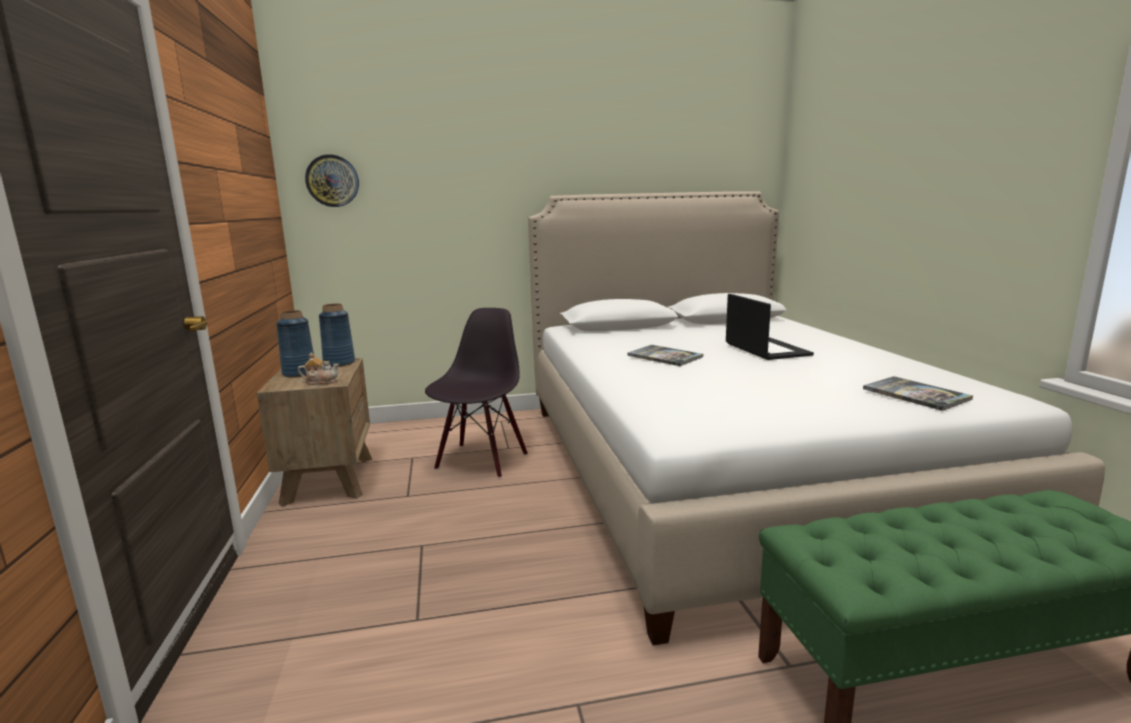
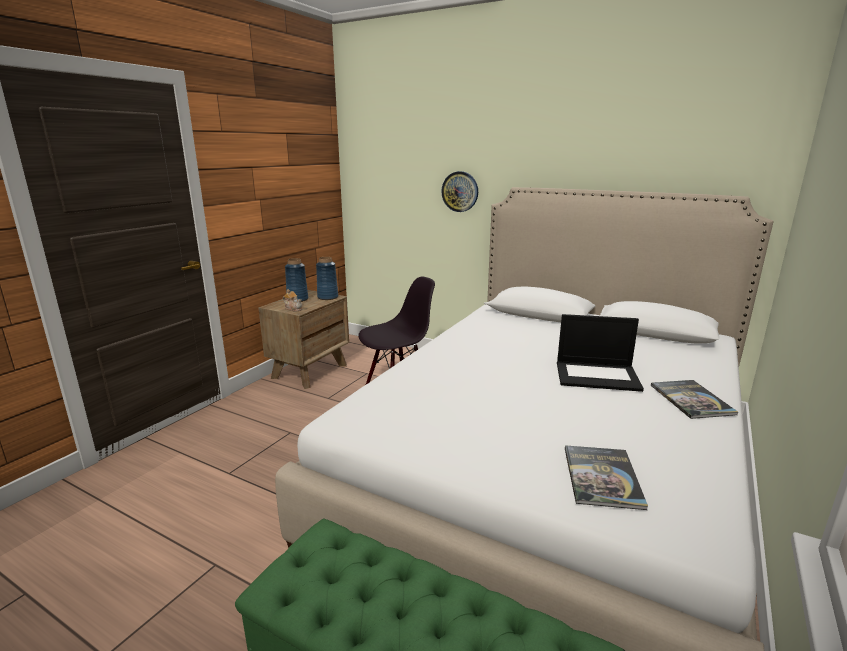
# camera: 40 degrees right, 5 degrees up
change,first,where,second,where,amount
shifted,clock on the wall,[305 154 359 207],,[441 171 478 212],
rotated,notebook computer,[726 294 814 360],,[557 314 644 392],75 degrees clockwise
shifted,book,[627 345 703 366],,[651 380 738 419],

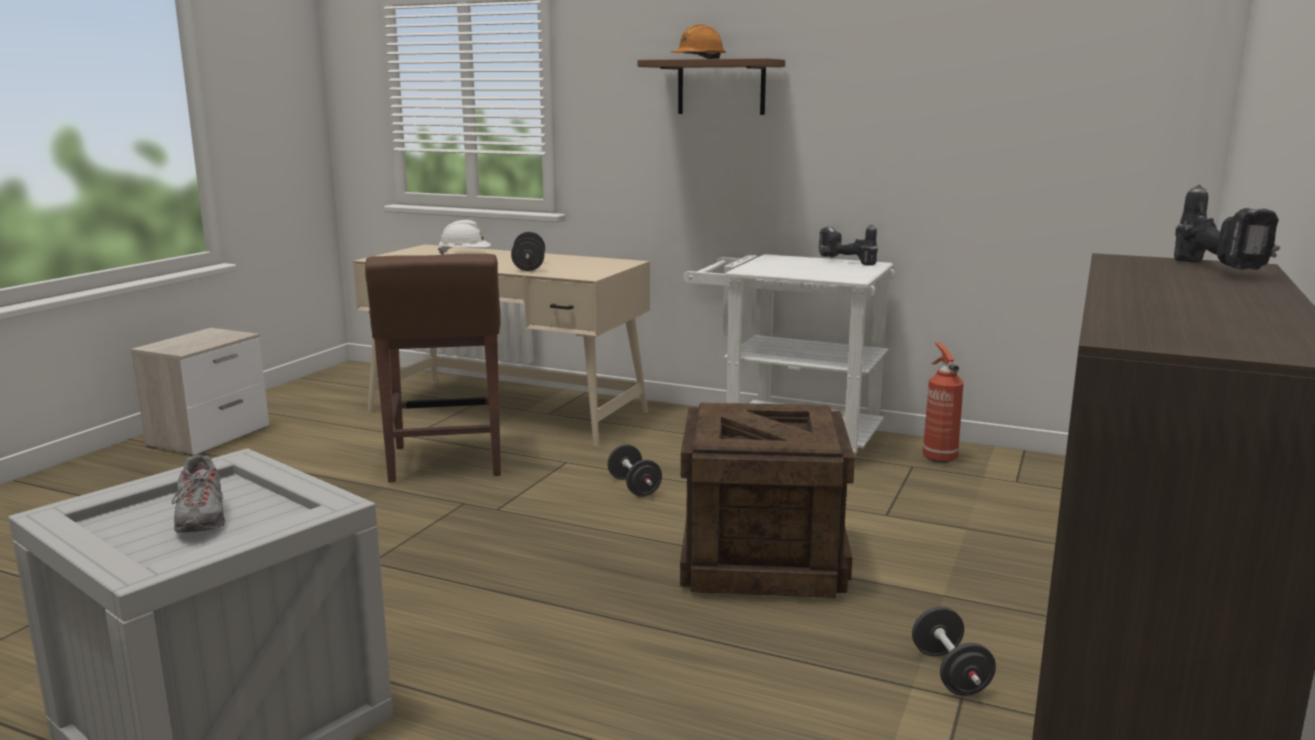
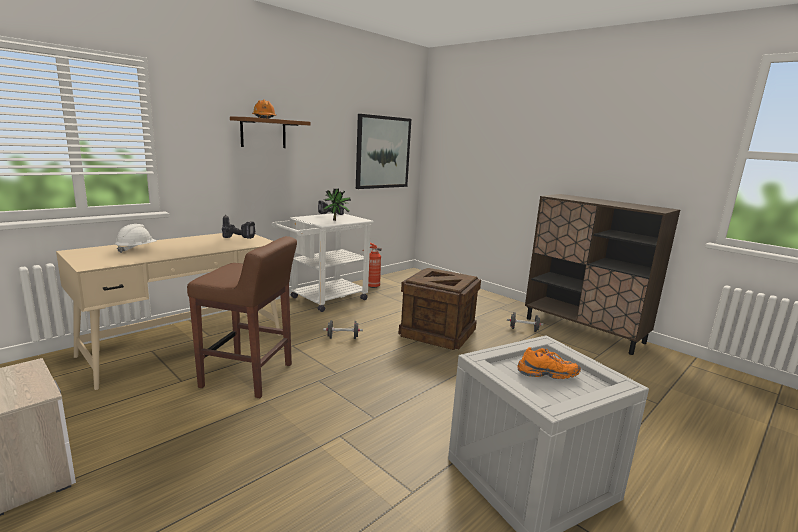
# camera: 70 degrees left, 0 degrees up
change,first,where,second,where,amount
shifted,drill,[1174 184 1280 270],,[222 215 256 239],
gone,black free weight,[511 232 545 271],,,
repainted,gray low shoe,[172 455 225 533],orange low shoe,[517 347 581 379],
new,,,picture,[356 114 411 189],
new,,,plant in a pot,[322 189 351 221],

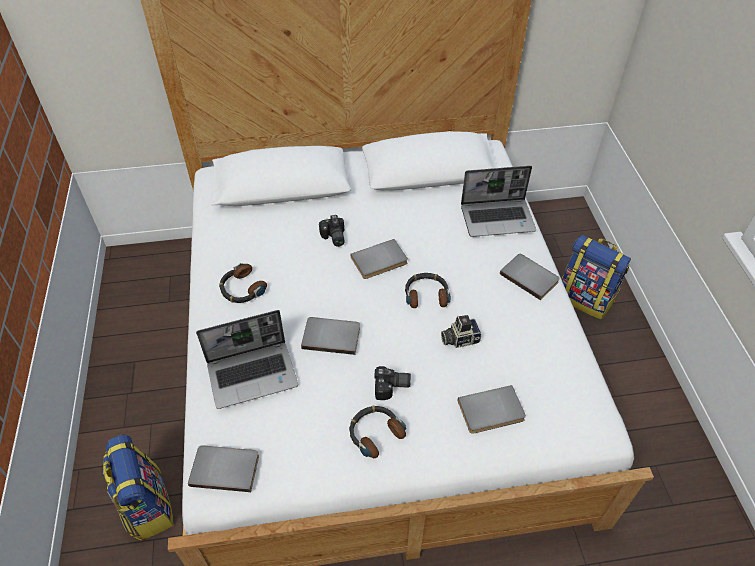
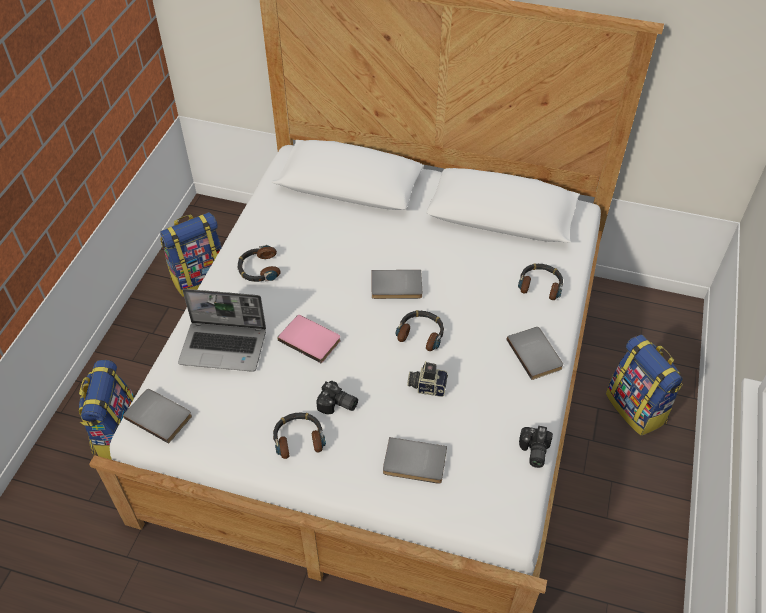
# camera: 25 degrees right, 0 degrees up
change,first,where,second,where,amount
swapped,notebook computer,[461 166 536 237],pair of headphones,[518 263 563 300],
shifted,still camera,[319 215 345 247],,[519 426 553 468],
repainted,gray book,[301 317 360 355],pinkish book,[277 315 341 364],
new,,,backpack,[160 212 222 297],

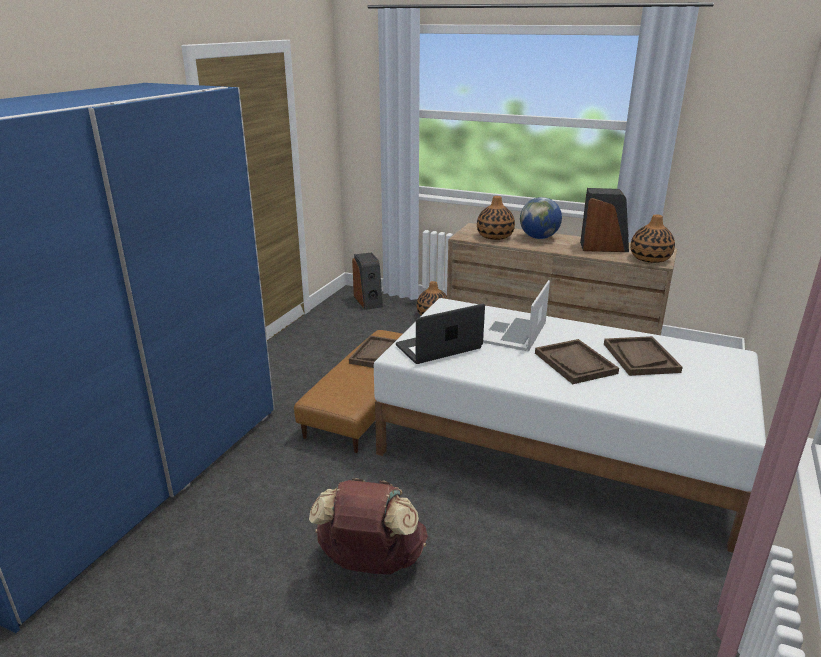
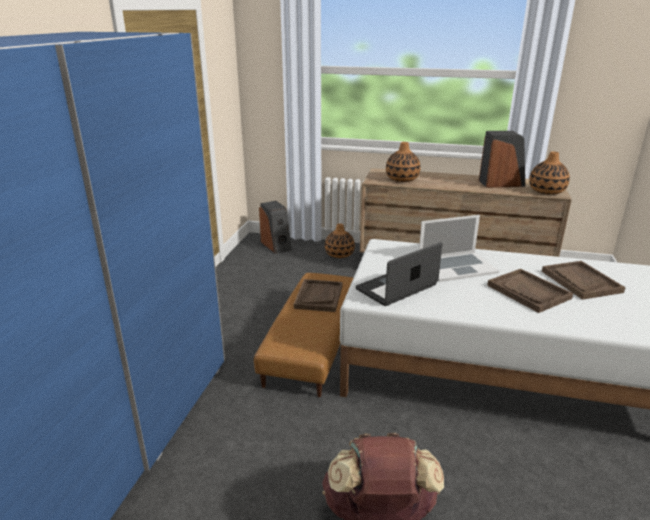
# camera: 10 degrees left, 0 degrees up
change,first,where,second,where,amount
gone,desk globe,[520 197 562 239],,,
rotated,notebook computer,[483 280 550 351],,[419 215 499 282],120 degrees counterclockwise

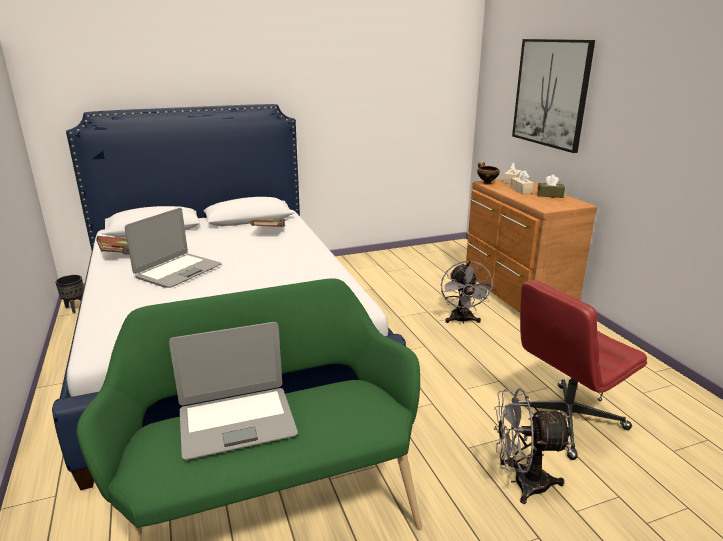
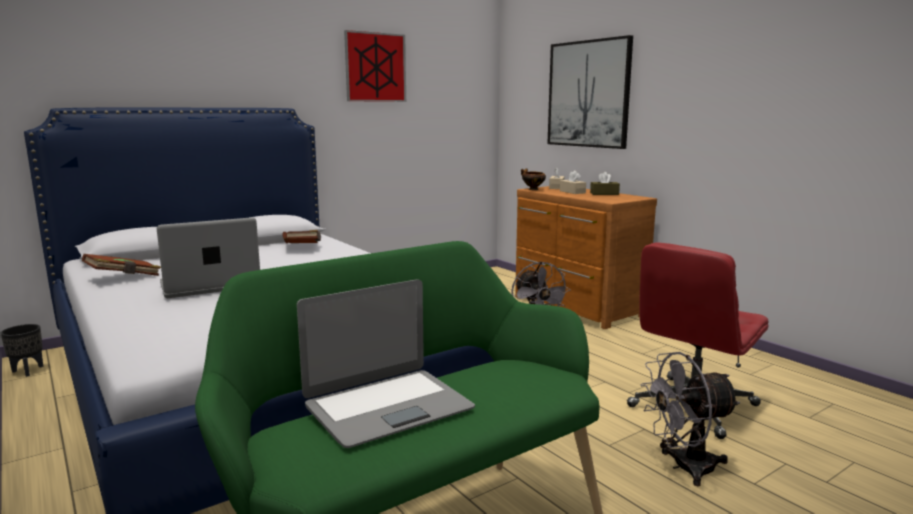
# camera: 15 degrees left, 10 degrees down
change,first,where,second,where,amount
rotated,notebook computer,[125 208 222 288],,[157 217 260 298],135 degrees counterclockwise
new,,,picture,[344 30 406 102],

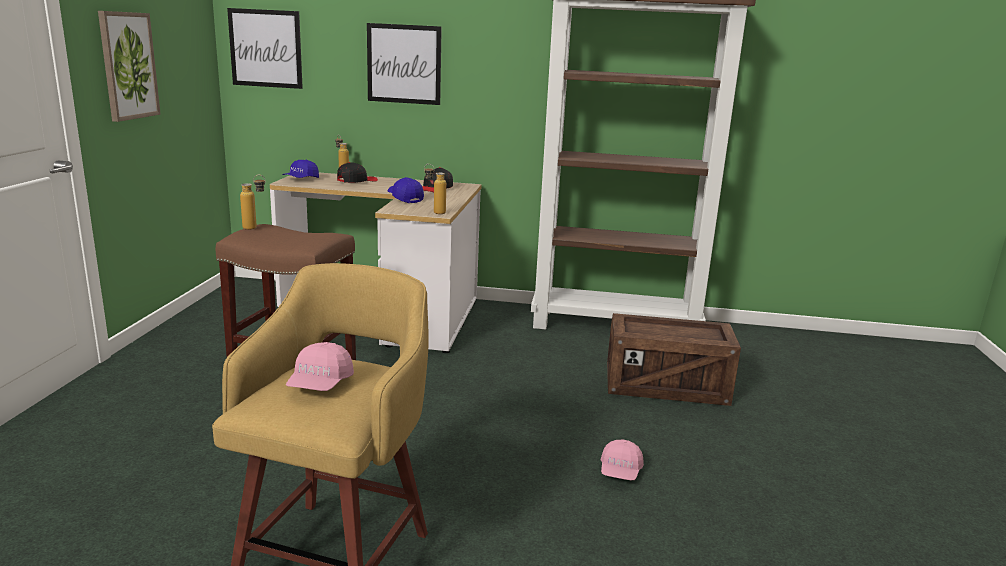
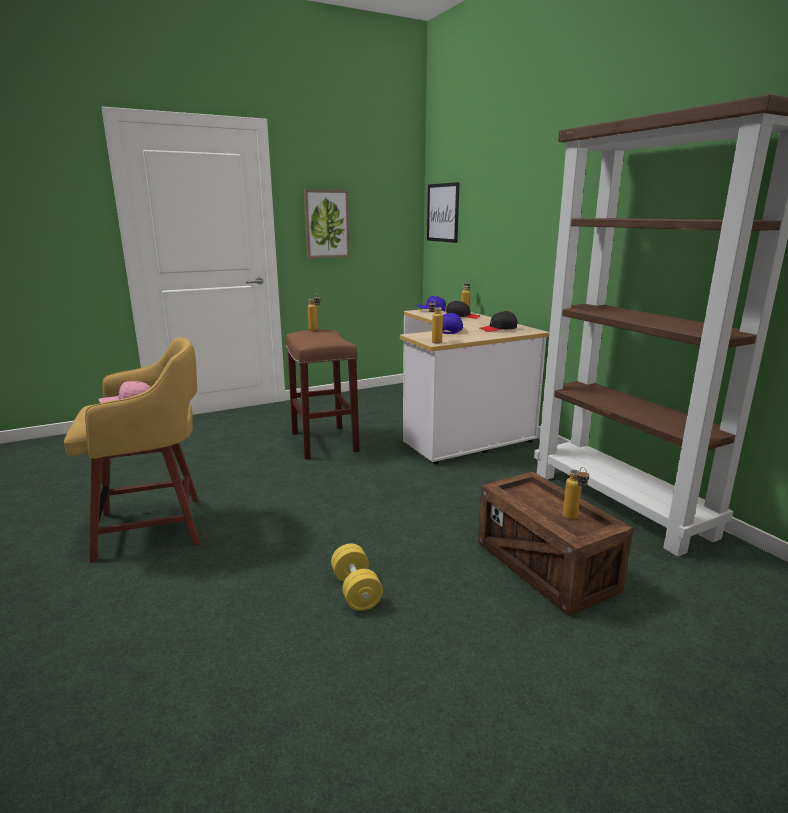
# camera: 55 degrees right, 0 degrees up
change,first,where,second,where,amount
gone,picture,[367 23 442 105],,,
swapped,pinkish baseball cap,[601 439 644 480],yellowish free weight,[331 544 383 611],
new,,,drink bottle,[563 467 589 520],

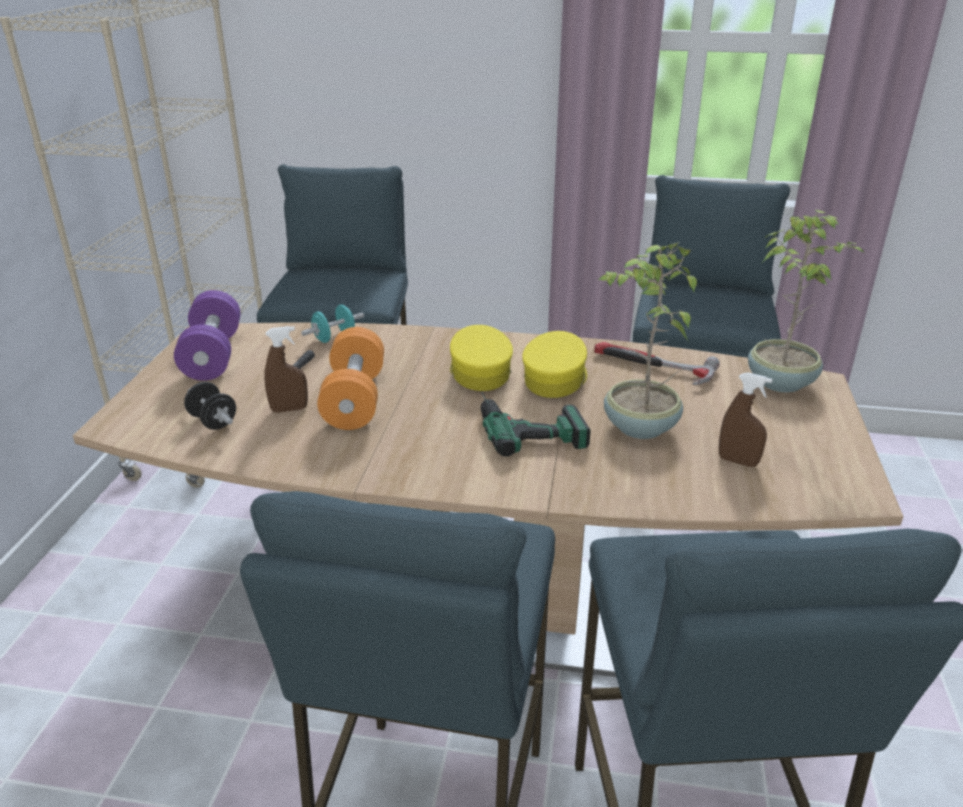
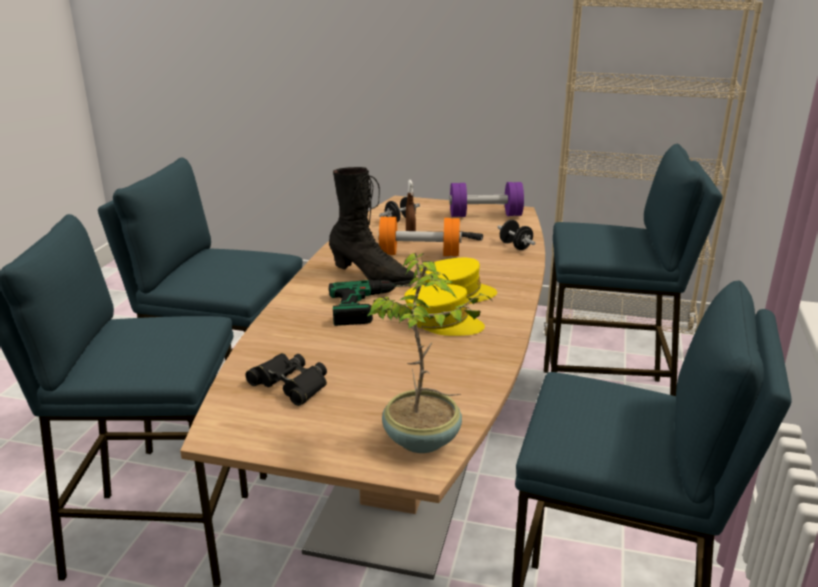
# camera: 95 degrees right, 5 degrees down
change,first,where,second,where,amount
gone,plant in a pot,[598 242 697 439],,,
repainted,turquoise-coloured free weight,[301 305 364 343],black free weight,[498 220 535 250],
gone,hammer,[594 342 720 385],,,
swapped,brown-coloured spray bottle,[719 372 773 467],black pair of binoculars,[245 353 327 406],
new,,,black high-top boot,[329 167 416 285],

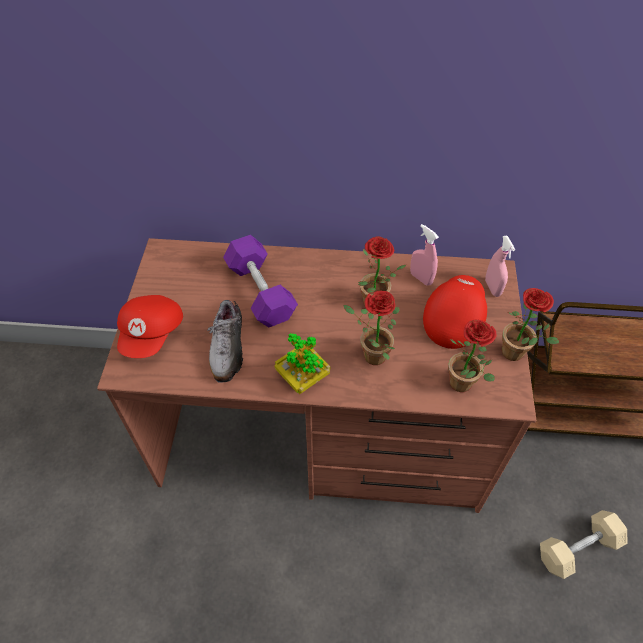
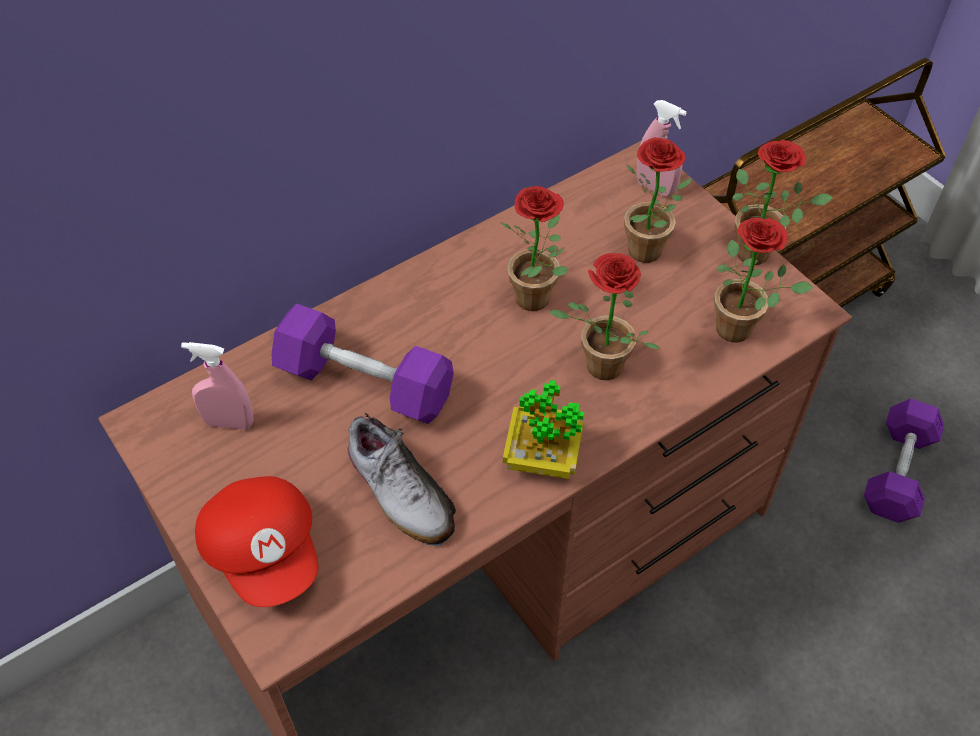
# camera: 40 degrees left, 0 degrees up
change,first,where,second,where,amount
shifted,pinkish spray bottle,[410 224 439 286],,[181 342 253 430],
swapped,red baseball cap,[423 275 487 349],plant in a pot,[624 137 692 263],
repainted,beige free weight,[540 510 627 579],purple free weight,[864 398 944 523],

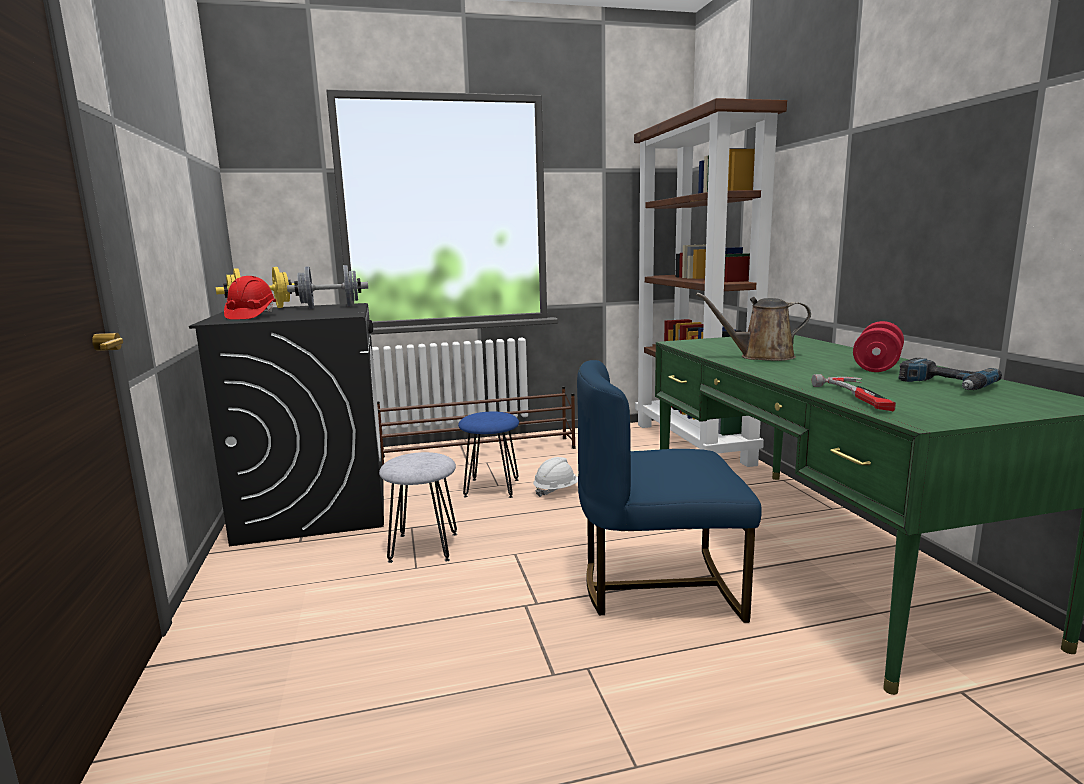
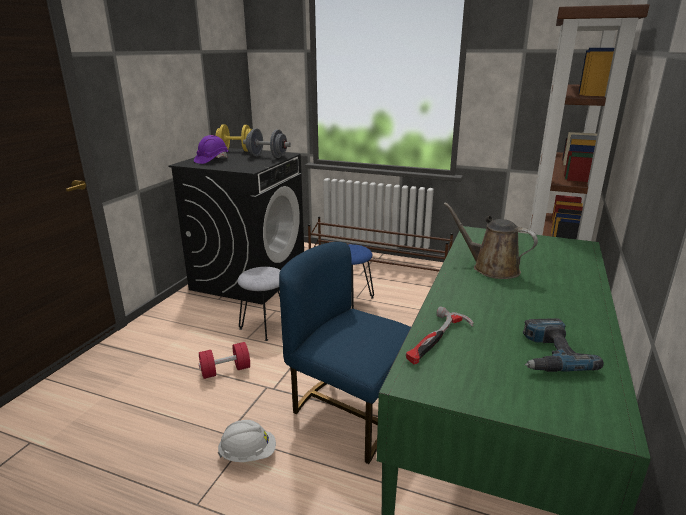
# camera: 35 degrees right, 10 degrees up
change,first,where,second,where,amount
repainted,red hard hat,[224 276 276 320],purple hard hat,[194 135 228 164],
shifted,red free weight,[853 321 904 372],,[199 342 250 379],
shifted,whitish hard hat,[533 457 578 497],,[218 420 276 462],

